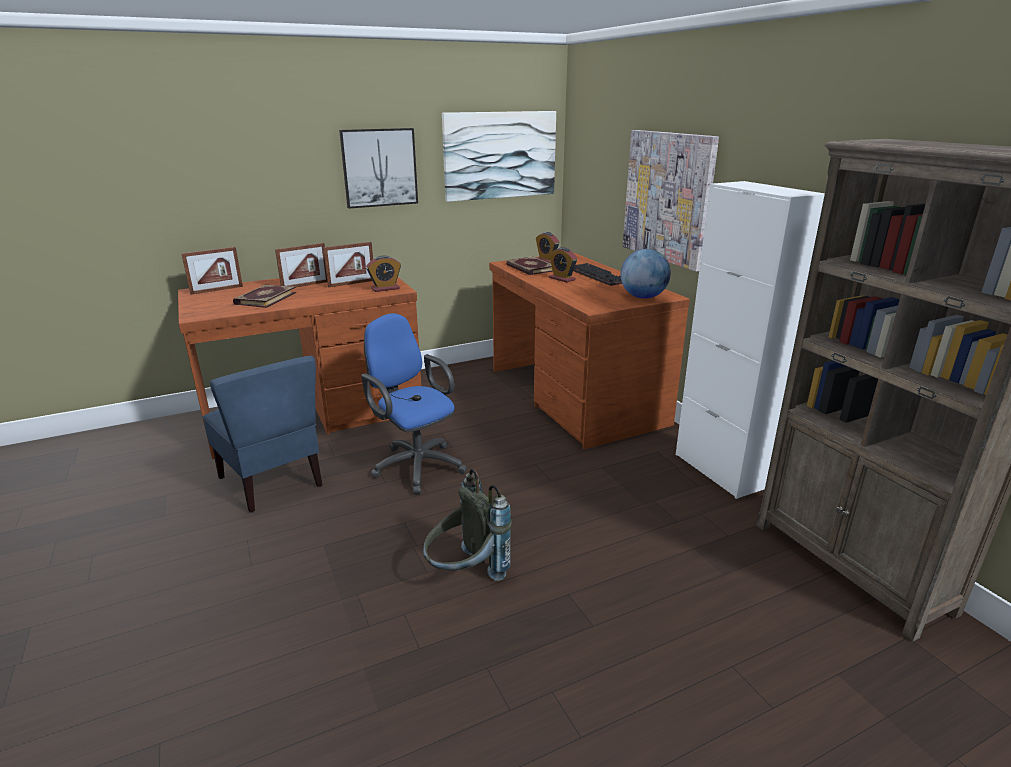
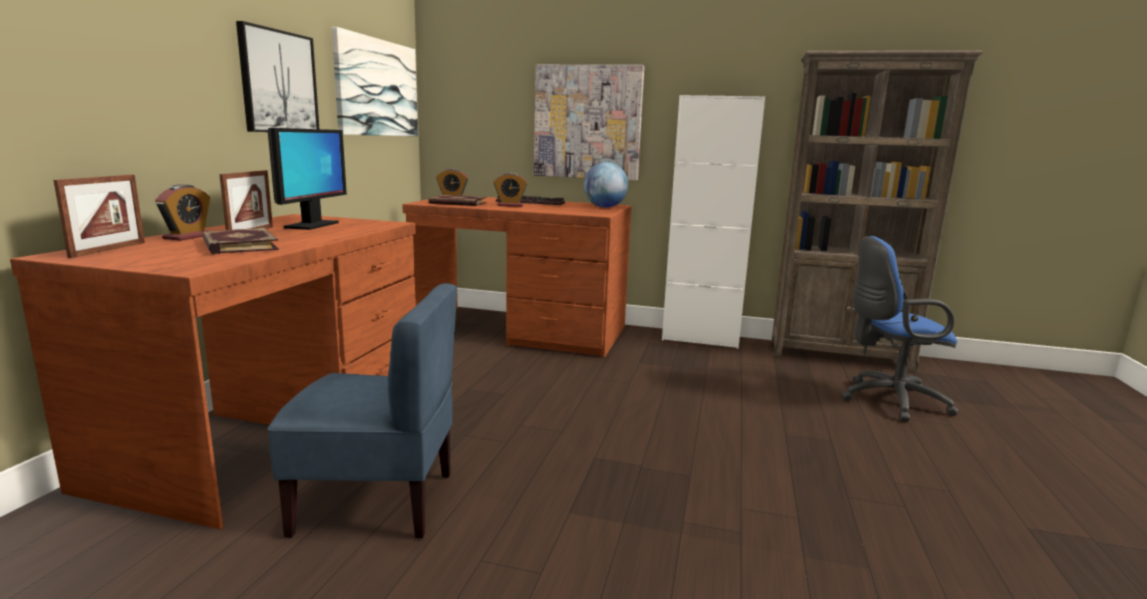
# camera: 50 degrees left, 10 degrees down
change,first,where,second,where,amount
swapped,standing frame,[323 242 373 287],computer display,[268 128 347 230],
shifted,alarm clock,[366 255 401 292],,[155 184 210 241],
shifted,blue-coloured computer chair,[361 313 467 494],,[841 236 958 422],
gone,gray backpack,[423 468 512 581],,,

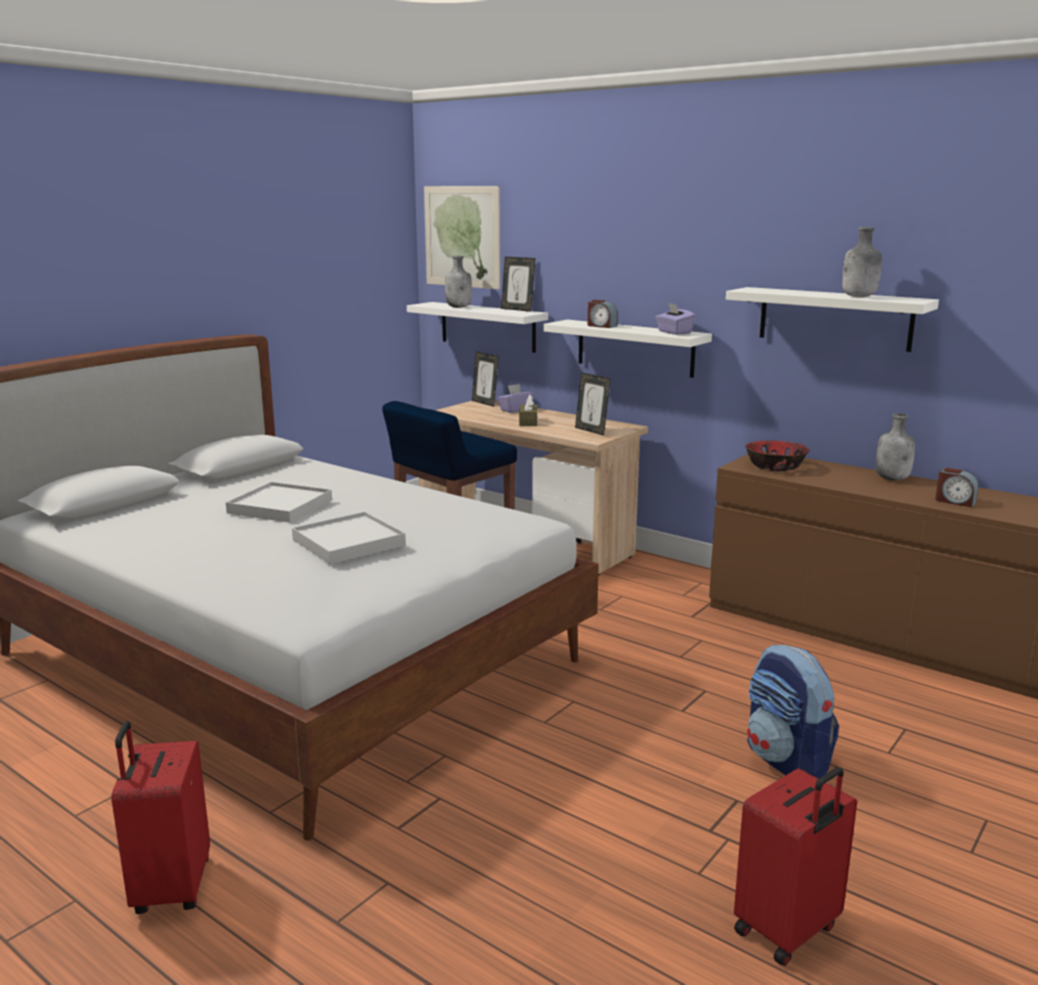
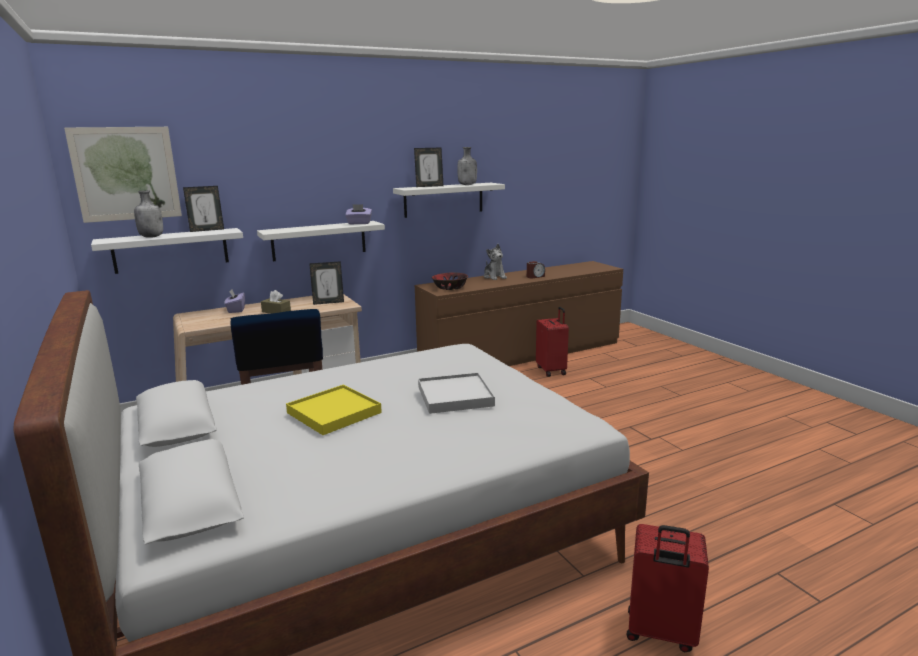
# camera: 65 degrees left, 0 degrees up
change,first,where,second,where,amount
gone,alarm clock,[588 300 618 328],,,
shifted,standing frame,[472 351 499 407],,[414 148 443 187],
swapped,gray drink bottle,[876 413 915 481],soft toy,[484 244 507 280],
repainted,whitish tray,[226 482 332 523],yellowish tray,[286 385 382 435],
gone,backpack,[747 645 839 778],,,
shifted,red travel case,[734 767 857 966],,[536 307 569 377],

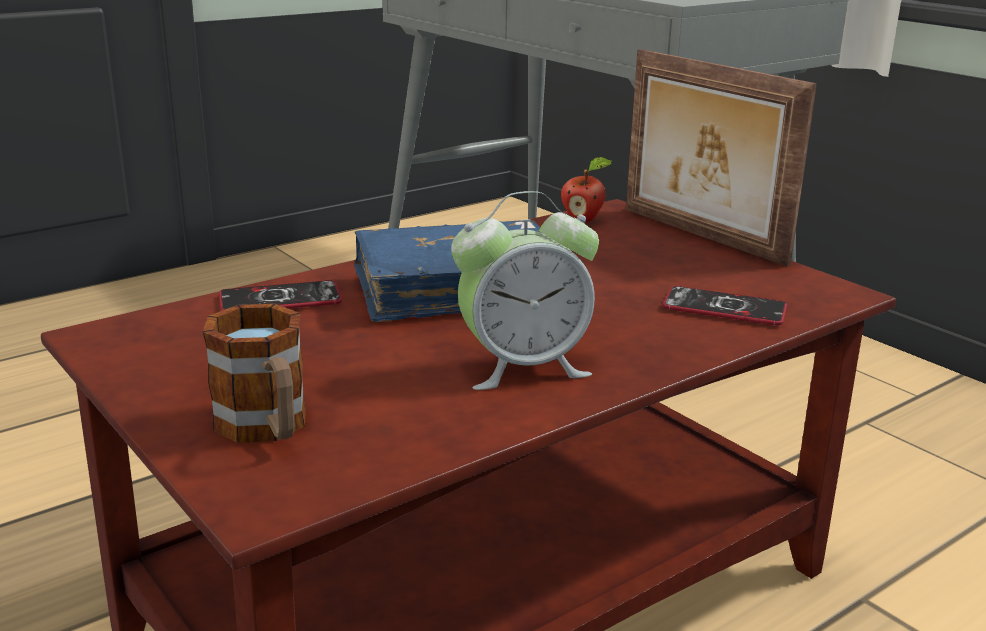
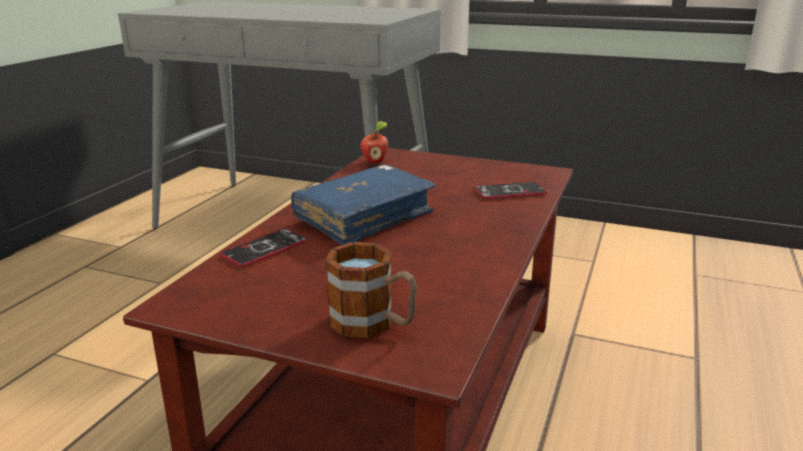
# camera: 30 degrees left, 0 degrees up
change,first,where,second,where,amount
gone,standing frame,[626 49 817 267],,,
gone,alarm clock,[451 191 599 390],,,

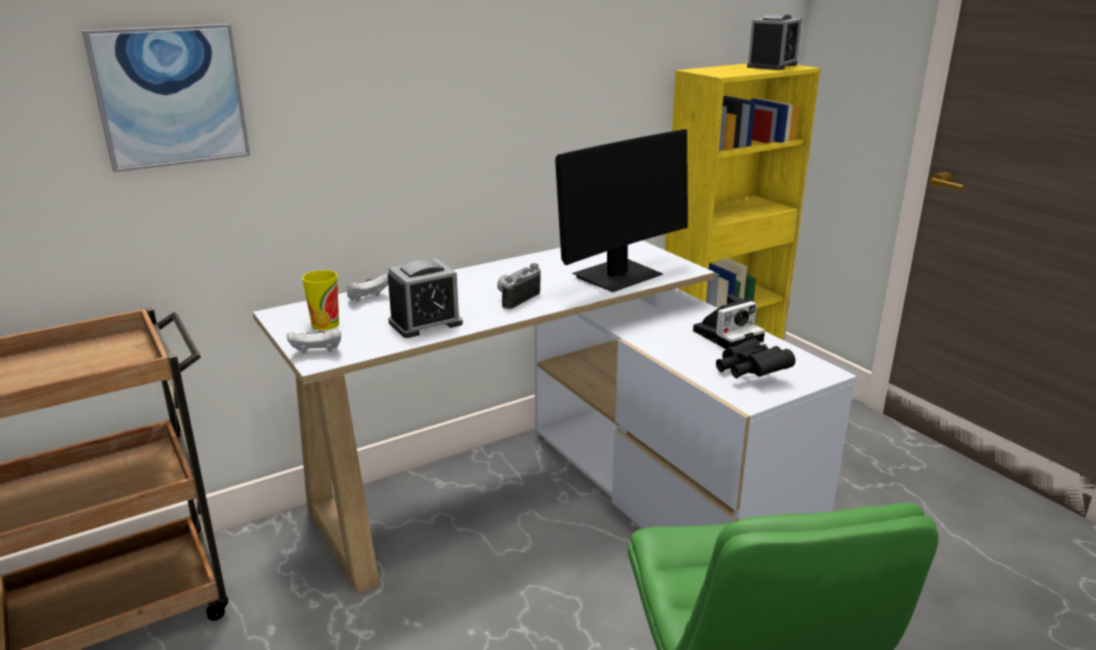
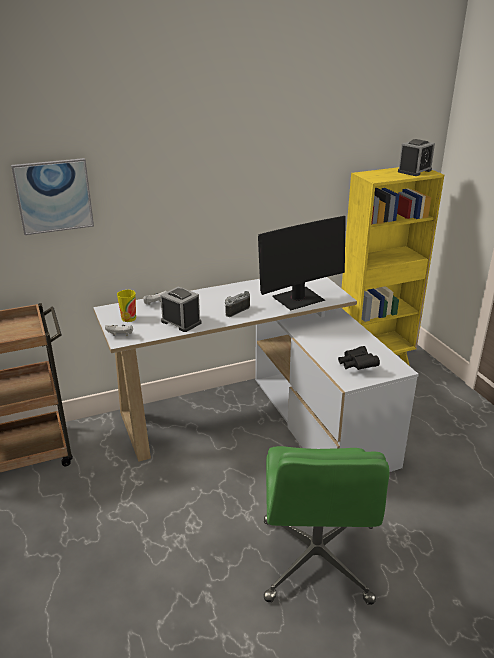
# camera: 10 degrees right, 5 degrees up
change,first,where,second,where,amount
rotated,alarm clock,[387 259 463 338],,[160 287 201 332],120 degrees counterclockwise
gone,still camera,[693 294 765 349],,,

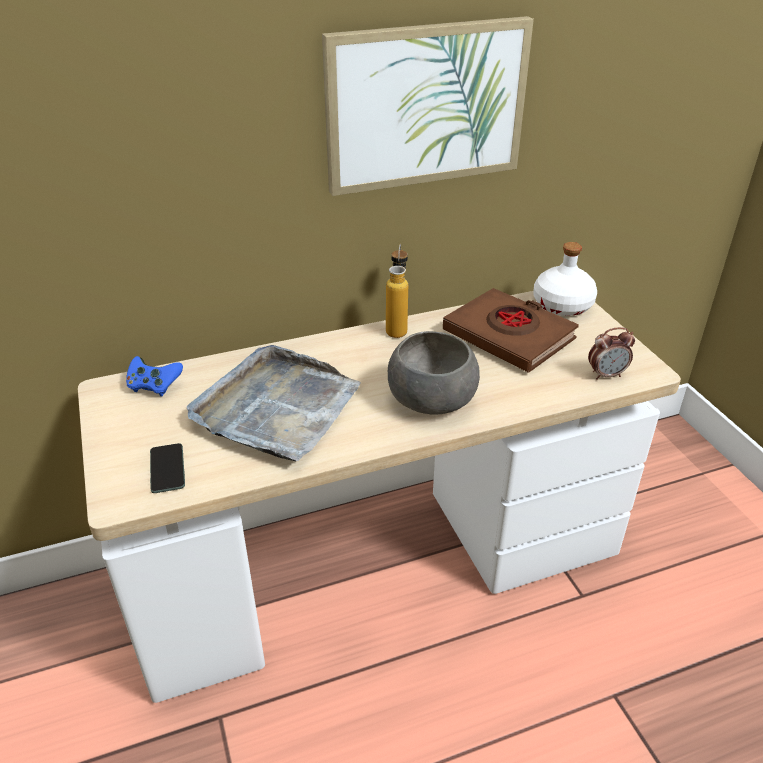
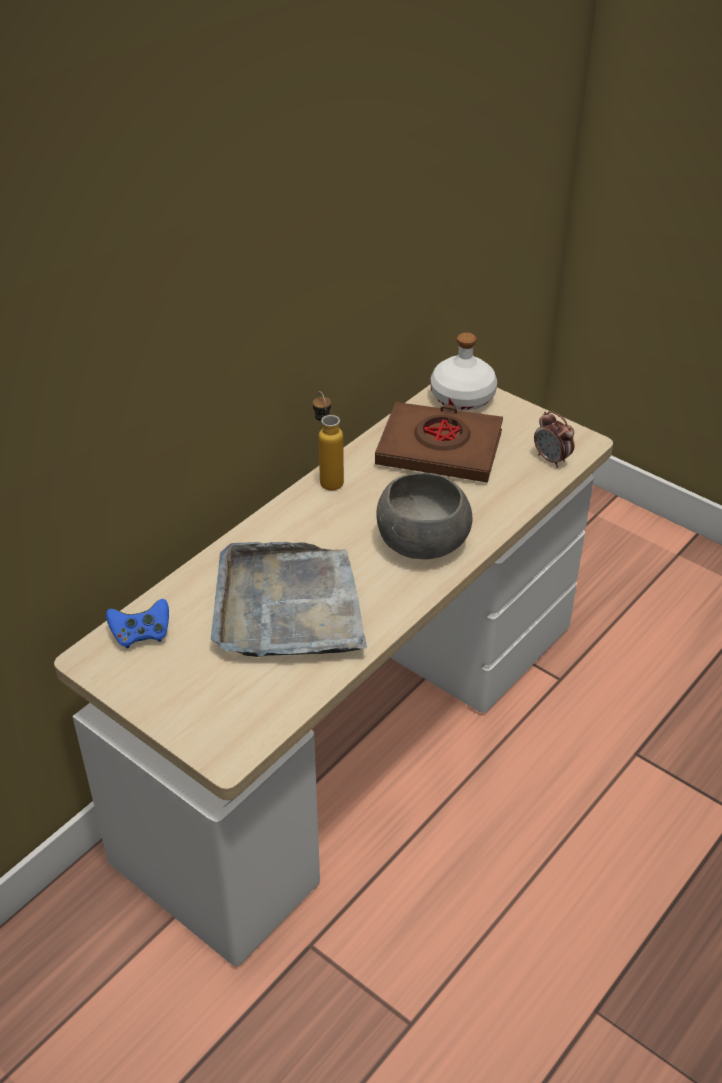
# camera: 30 degrees left, 5 degrees up
change,first,where,second,where,amount
gone,picture,[322 16 534 196],,,
rotated,alarm clock,[588 327 635 380],,[534 411 575 468],90 degrees clockwise
gone,phone,[150 443 185 493],,,

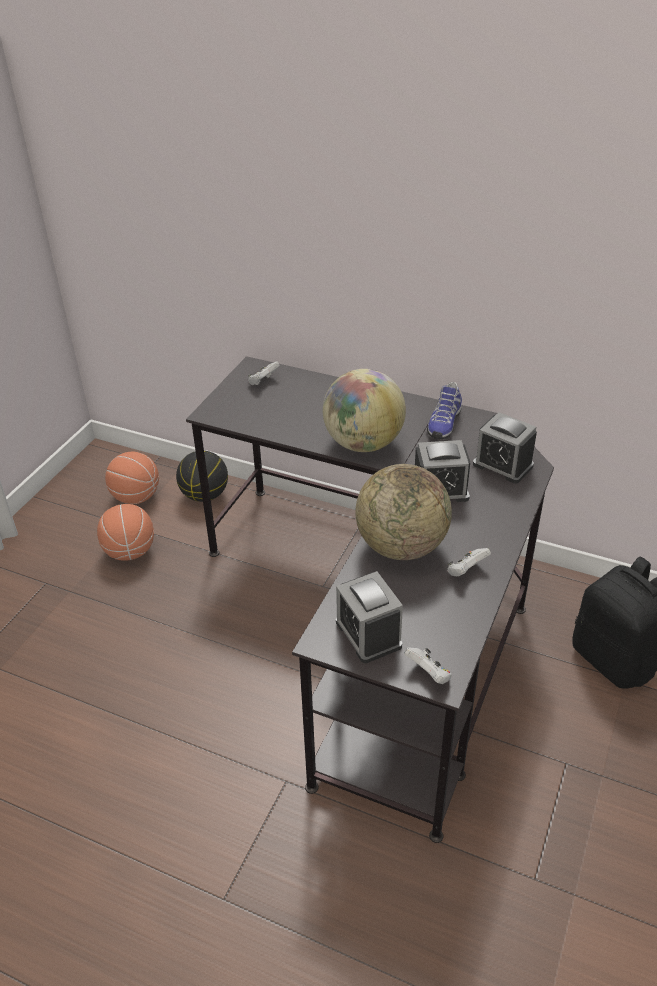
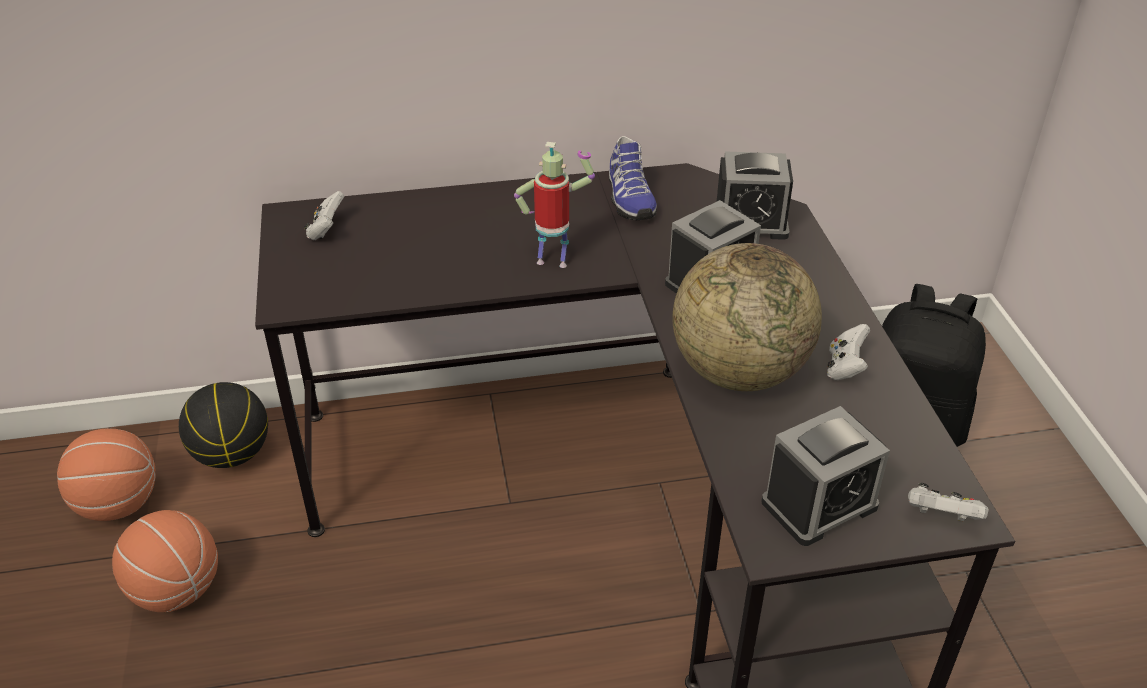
# camera: 35 degrees left, 0 degrees up
change,first,where,second,where,amount
swapped,desk globe,[323 369 406 452],toy robot,[514 142 595 268],
rotated,alarm clock,[336 571 403 663],,[762 406 890 546],60 degrees counterclockwise

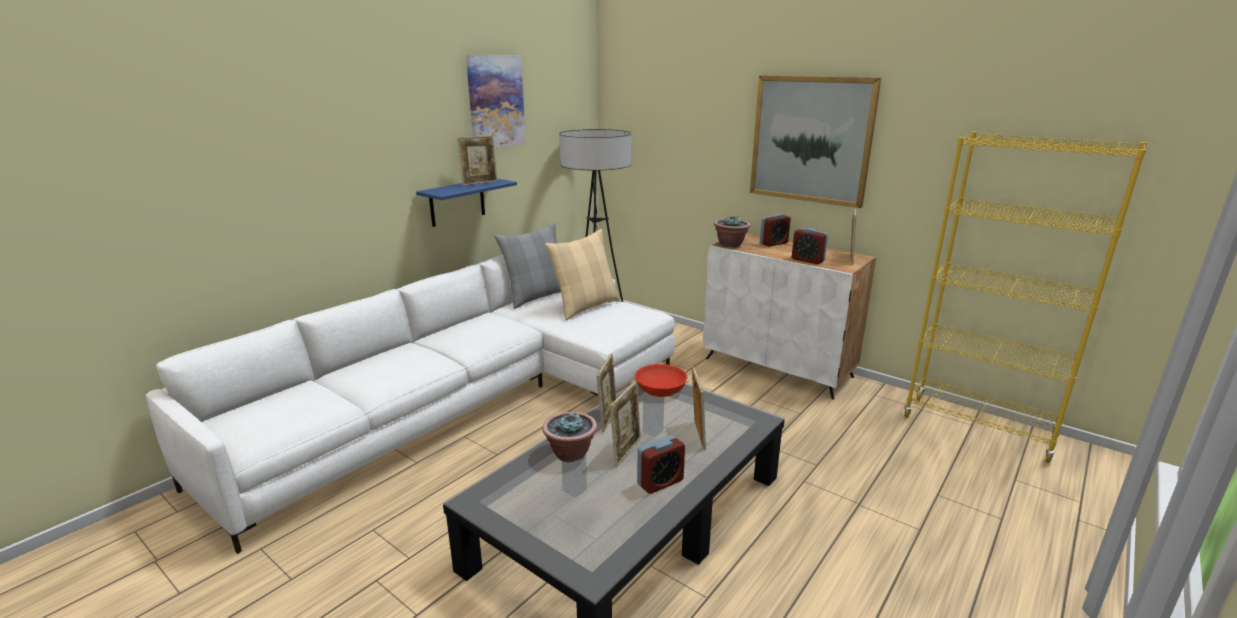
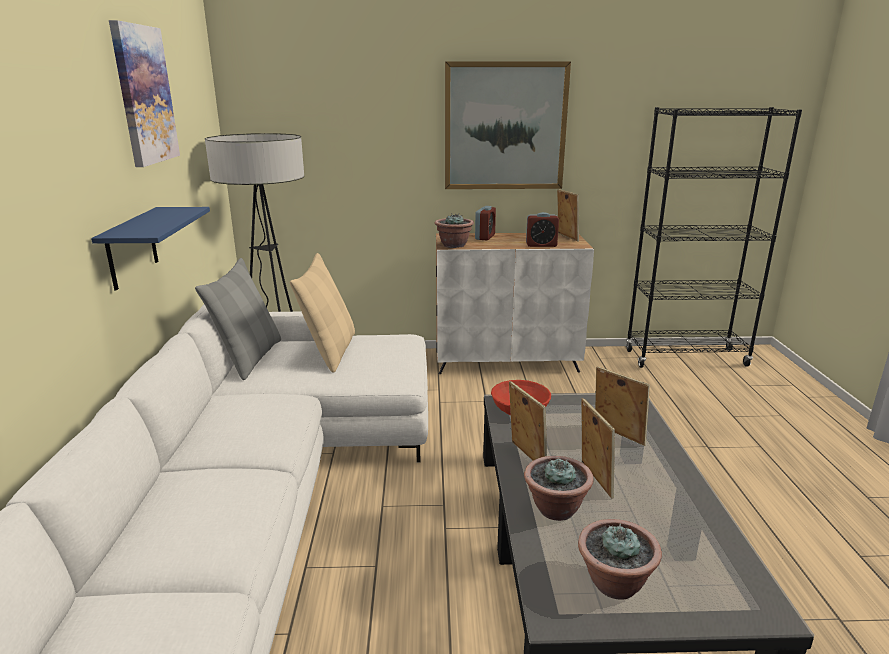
# camera: 40 degrees left, 0 degrees up
change,first,where,second,where,amount
repainted,yellowish bookshelf,[903 132 1147 463],black bookshelf,[626 107 802 368],
gone,standing frame,[457 136 498 186],,,
gone,alarm clock,[637 435 685 494],,,
new,,,plant in a pot,[578 519 662 600],

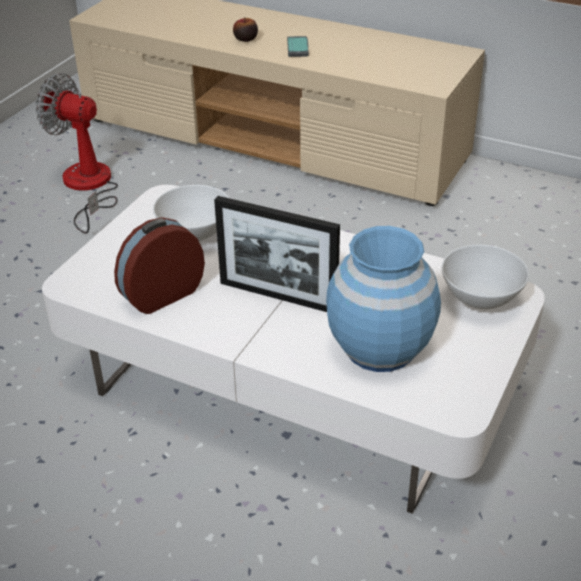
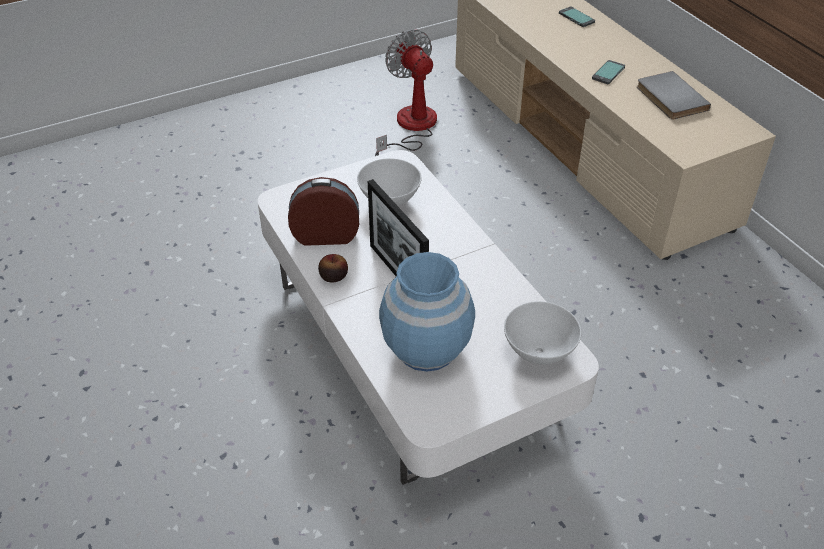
# camera: 35 degrees right, 5 degrees up
change,first,where,second,where,amount
shifted,apple fruit,[233 17 258 42],,[318 254 348 283],
new,,,phone,[559 7 595 27],
new,,,gray book,[637 71 711 119],

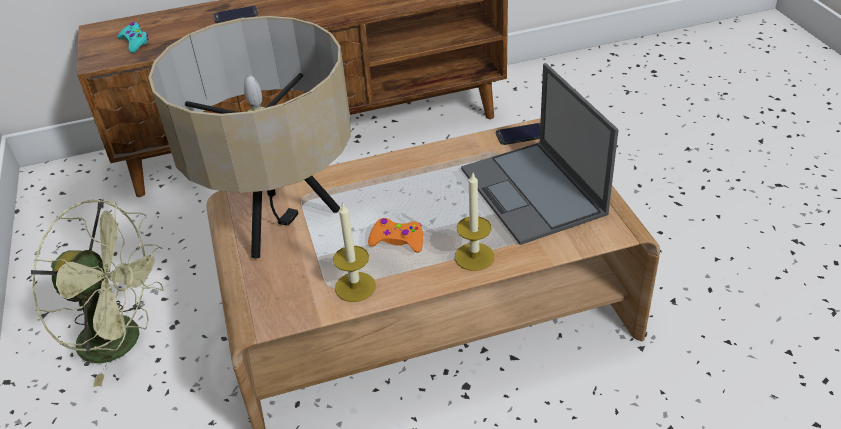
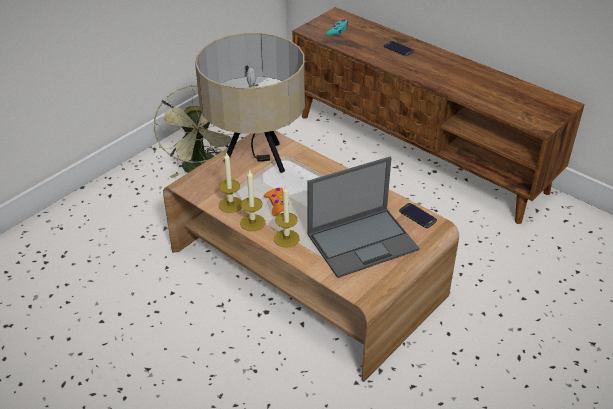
# camera: 55 degrees right, 0 degrees up
change,first,where,second,where,amount
rotated,notebook computer,[461 63 619 245],,[307 156 419 278],150 degrees counterclockwise
new,,,wax candle,[240 170 265 231],

